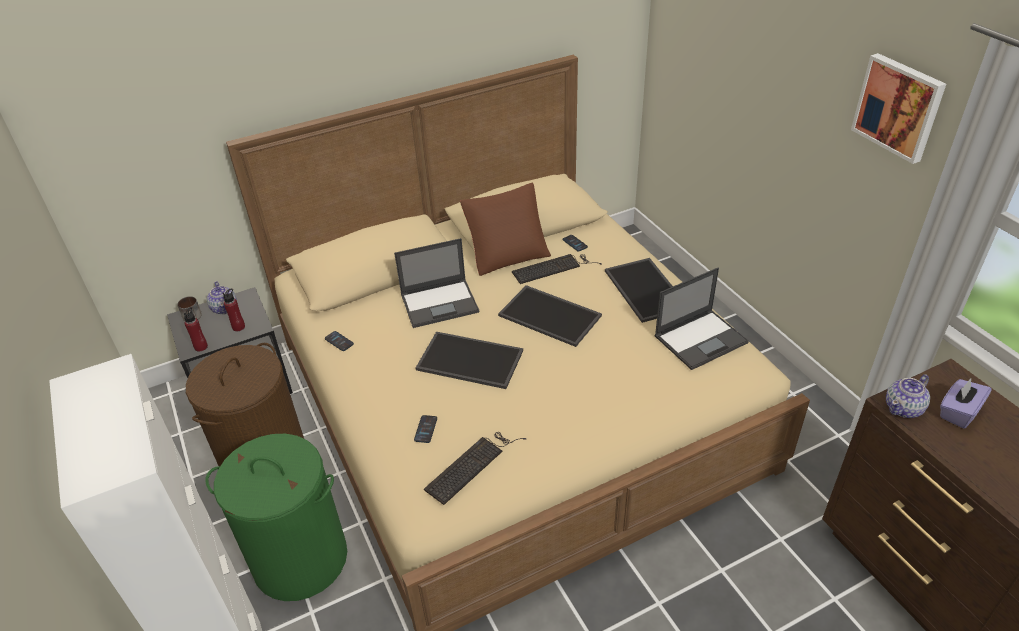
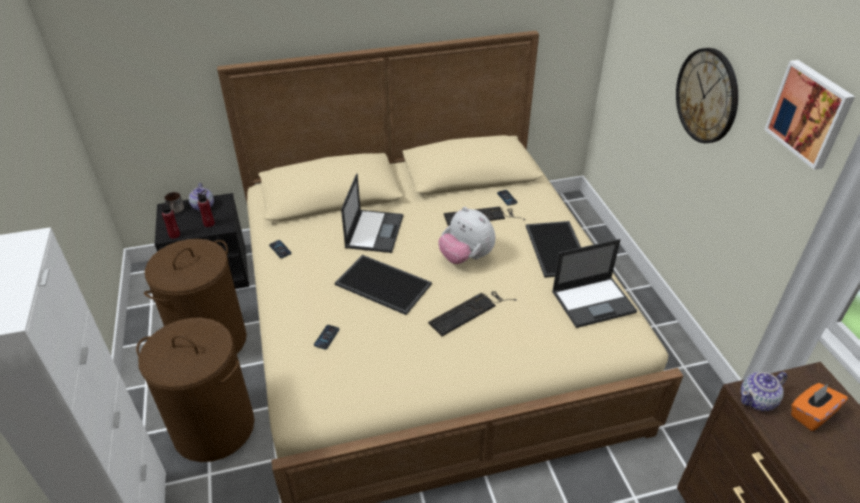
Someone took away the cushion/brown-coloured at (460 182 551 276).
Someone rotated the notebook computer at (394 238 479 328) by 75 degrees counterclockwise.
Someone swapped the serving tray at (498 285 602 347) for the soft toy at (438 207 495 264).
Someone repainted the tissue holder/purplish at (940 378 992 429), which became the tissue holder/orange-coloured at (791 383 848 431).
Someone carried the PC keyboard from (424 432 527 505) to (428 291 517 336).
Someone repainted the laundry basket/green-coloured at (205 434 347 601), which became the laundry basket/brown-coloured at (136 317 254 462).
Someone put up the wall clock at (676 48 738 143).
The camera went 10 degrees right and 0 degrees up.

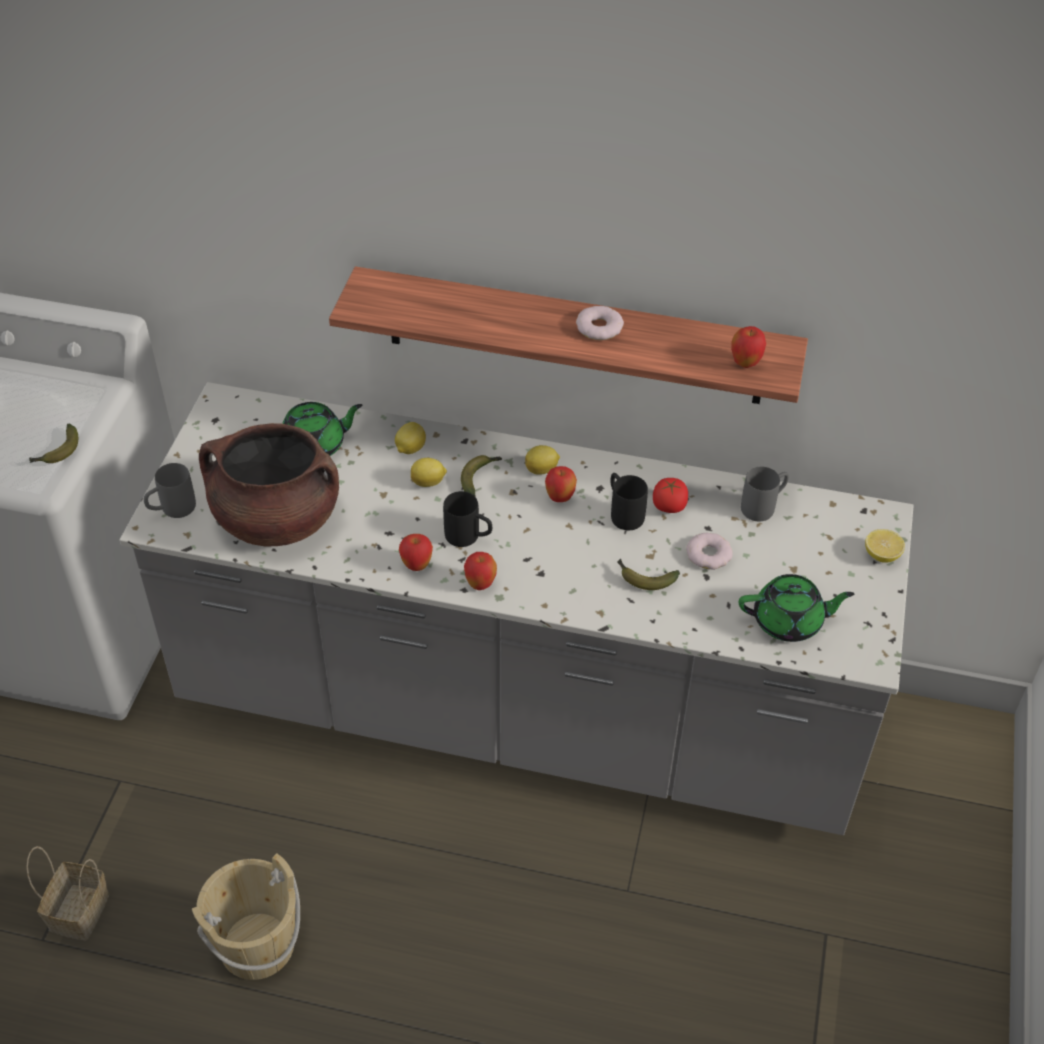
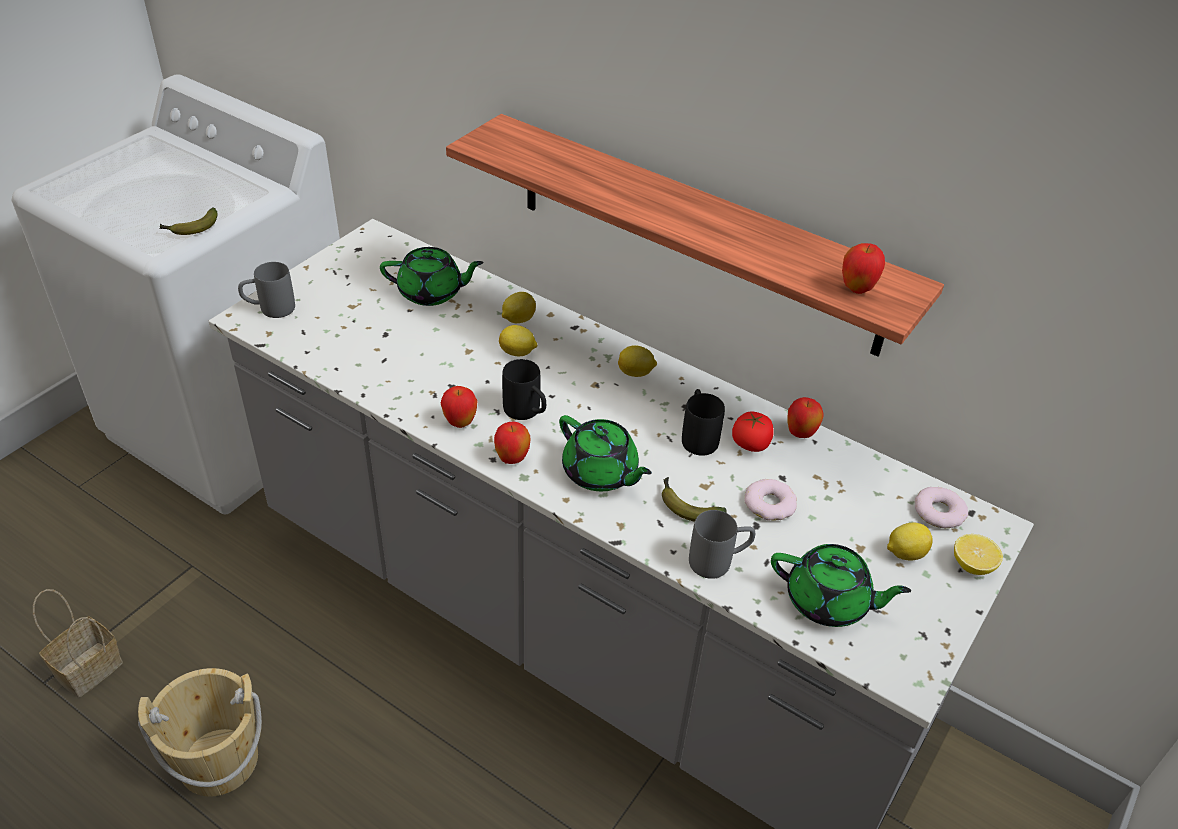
Someone carried the ring doughnut from (576 306 624 340) to (915 487 968 528).
Someone took away the saucepot/brown-coloured at (199 423 339 546).
Someone took away the banana fruit at (461 455 502 497).
Someone carried the apple from (545 466 577 502) to (787 397 823 438).
Someone carried the mug/grey from (741 467 789 521) to (689 510 756 579).
Someone put down the pot for tea/green-coloured at (559 415 652 491).
Someone put down the lemon at (887 523 933 560).
The camera went 20 degrees right and 5 degrees down.

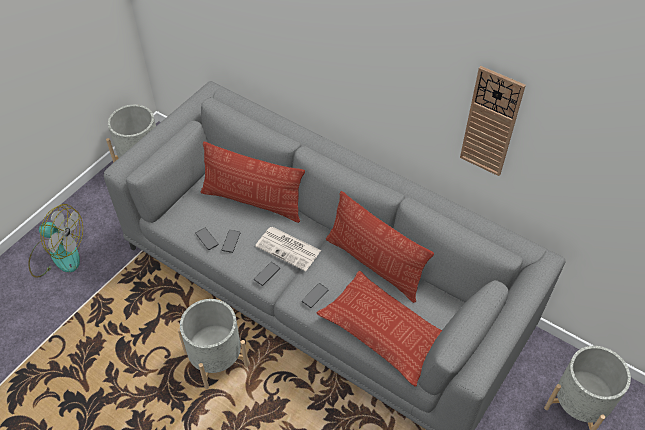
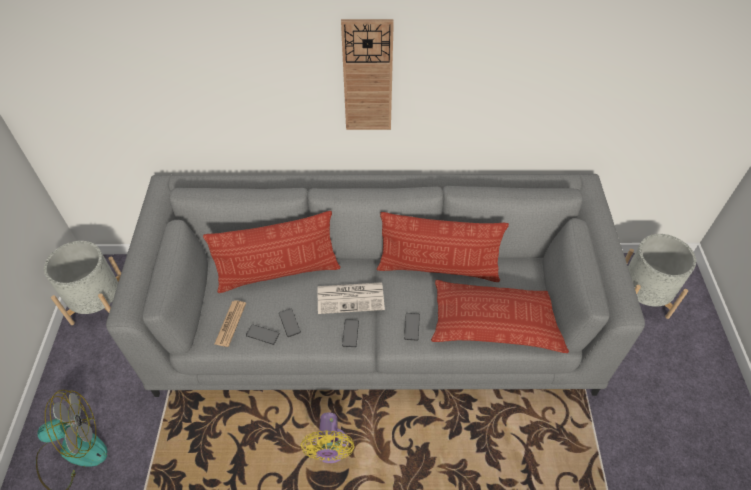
Someone carried the wall clock from (460 66 526 176) to (341 19 394 130).
Someone swapped the planter/grey at (178 299 249 389) for the cooling fan/yellow at (300 412 355 463).
Someone put down the newspaper at (214 300 246 347).
The camera went 35 degrees left and 0 degrees up.

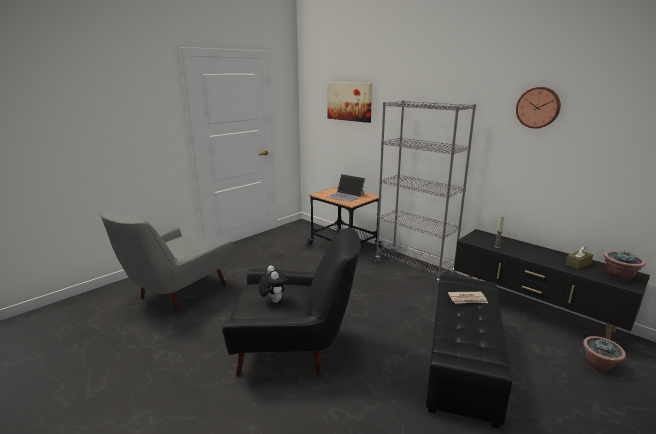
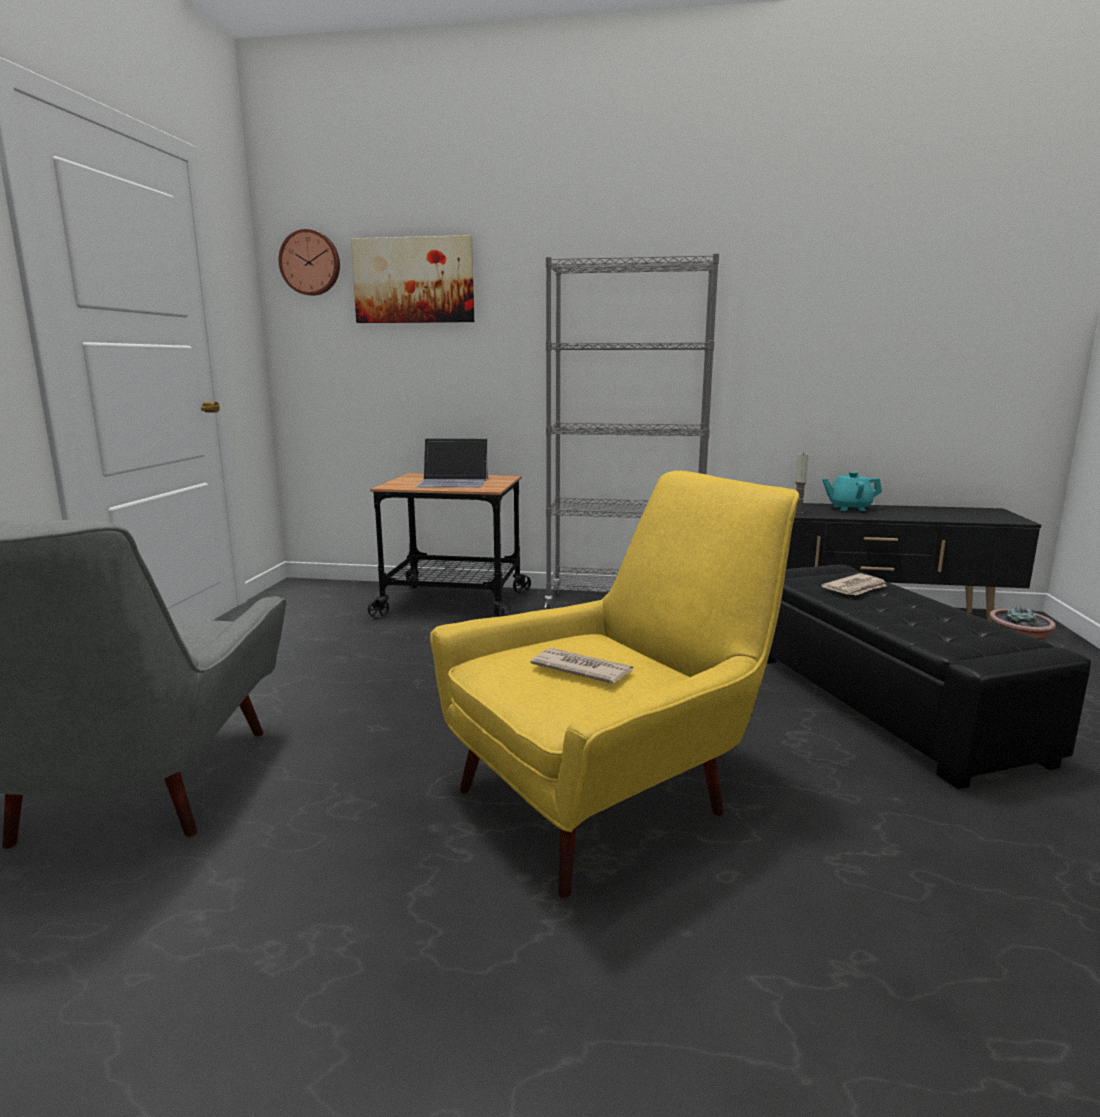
Someone carried the wall clock from (516 87 561 129) to (278 229 340 296).
Someone repainted the easy chair/blackish at (222 228 361 377), which became the easy chair/yellow at (430 471 800 899).
Someone took away the tissue holder/brown-coloured at (565 246 593 269).
Someone took away the plant in a pot at (604 250 646 281).
Someone swapped the soft toy at (259 265 287 303) for the newspaper at (530 648 633 684).
Someone put down the pot for tea/turquoise-coloured at (822 472 882 511).
The camera went 35 degrees left and 5 degrees down.

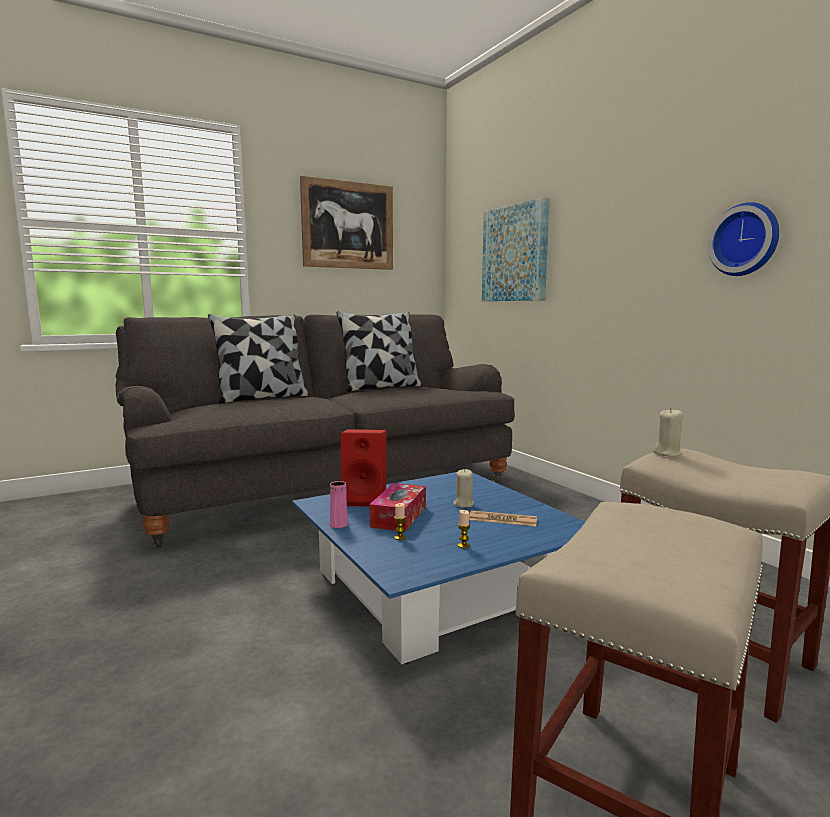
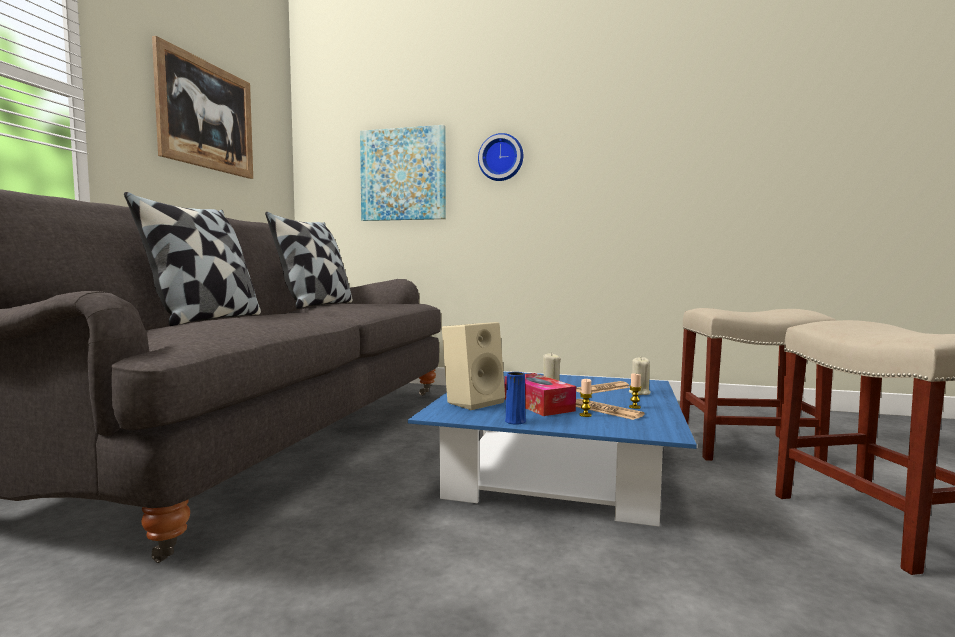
Someone carried the wall clock from (708 202 779 276) to (478 133 523 181).
Someone carried the candle/sand-coloured from (652 408 683 456) to (629 357 651 395).
Someone repainted the speaker/red-coloured at (341 429 387 507), which became the speaker/sand-coloured at (442 322 505 410).
Someone repainted the decorative vase/pink-coloured at (330 481 348 528), which became the decorative vase/bluish at (505 372 526 425).
Someone put down the newspaper at (576 399 645 420).
The camera went 45 degrees left and 5 degrees down.

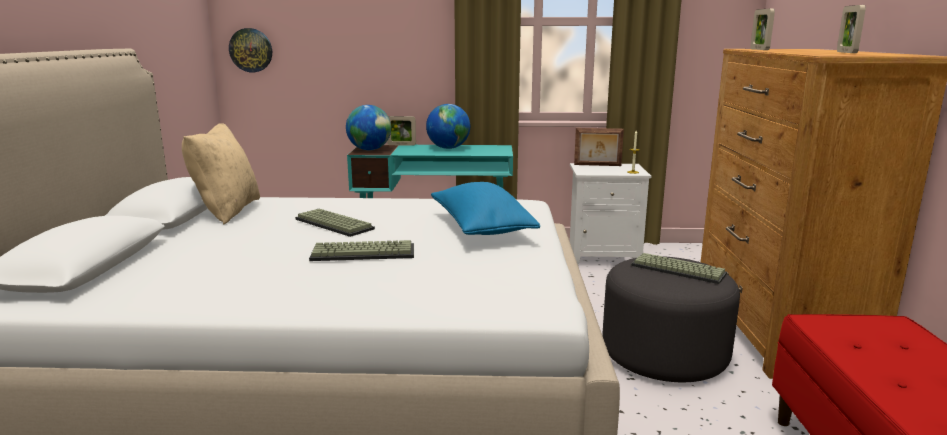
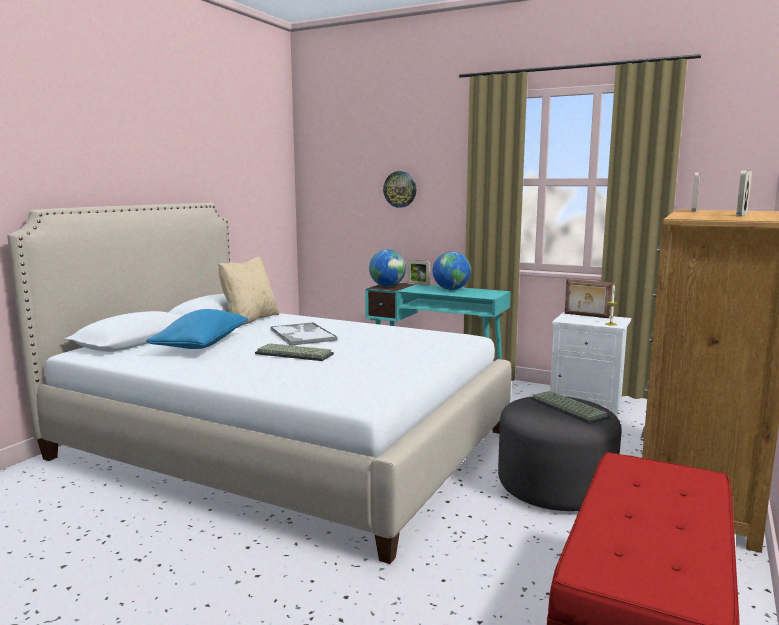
Someone carried the wall clock from (229 28 272 72) to (383 171 416 208).
Someone carried the cushion/bluish from (431 182 540 235) to (146 309 248 349).
Someone swapped the PC keyboard at (295 209 375 237) for the serving tray at (270 322 338 345).
The camera went 25 degrees right and 5 degrees down.

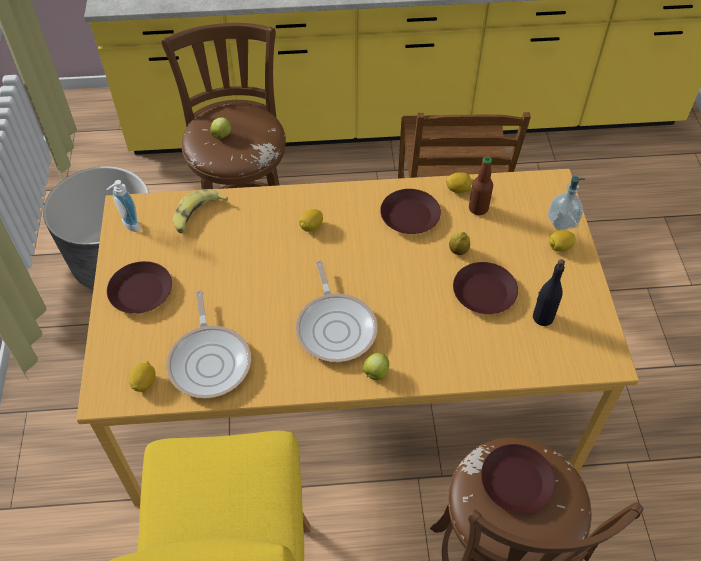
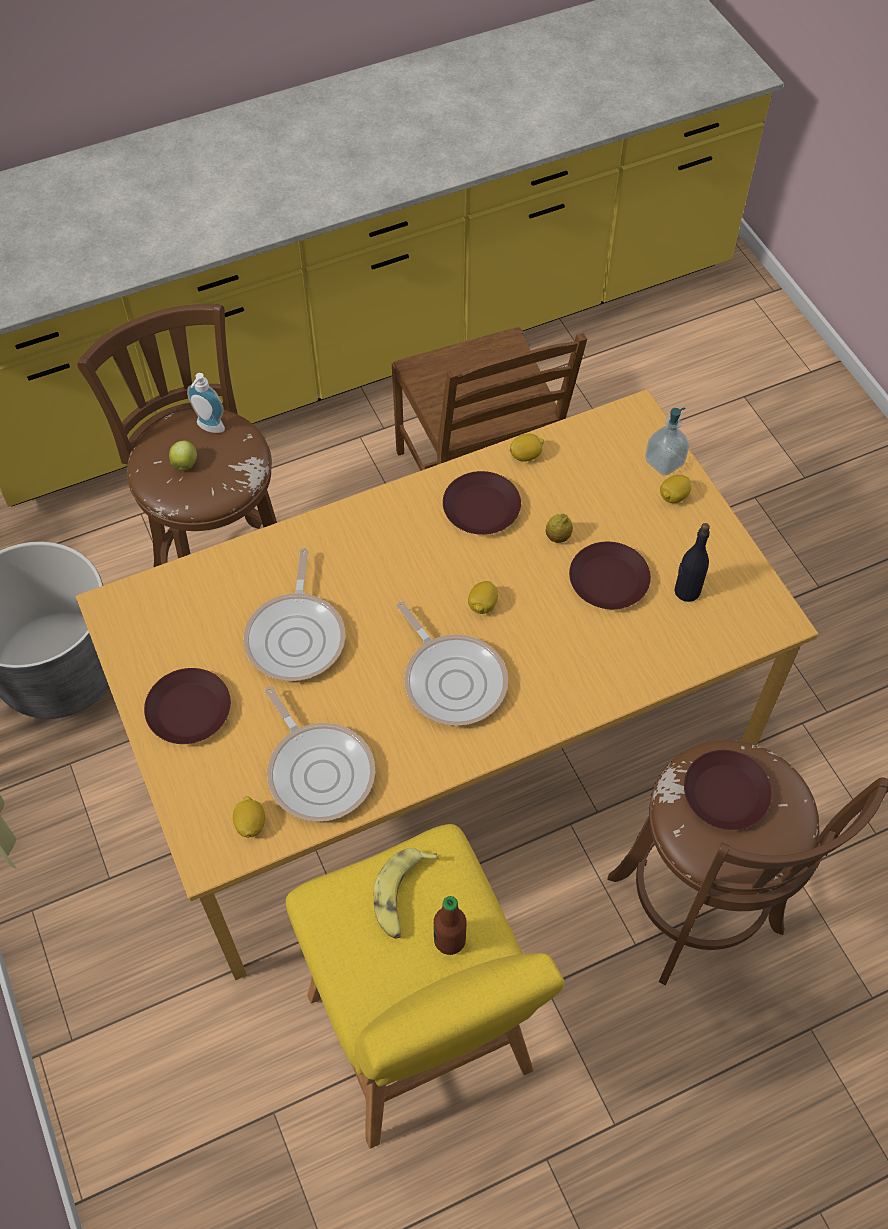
Someone carried the beverage bottle from (469 157 493 215) to (434 896 467 955).
Someone carried the liquid soap bottle from (106 180 141 232) to (187 373 225 433).
Someone carried the banana fruit from (173 189 228 233) to (374 848 439 939).
Someone carried the lemon from (299 209 323 232) to (468 581 498 614).
Someone took away the apple at (363 352 389 380).
Someone put down the pan at (243 548 345 681).
The camera went 20 degrees left and 5 degrees up.

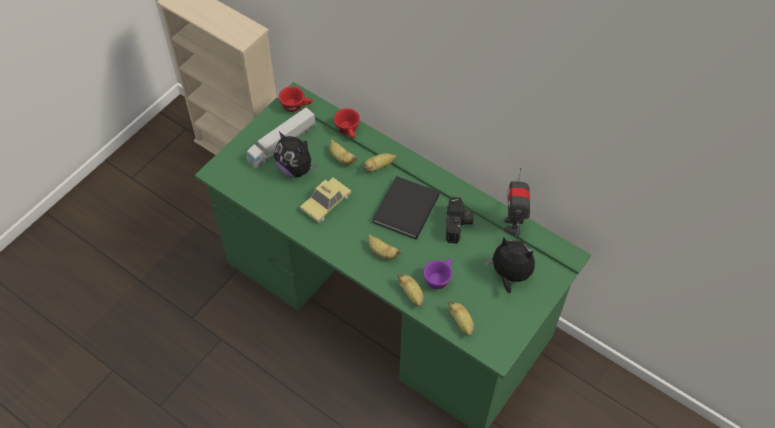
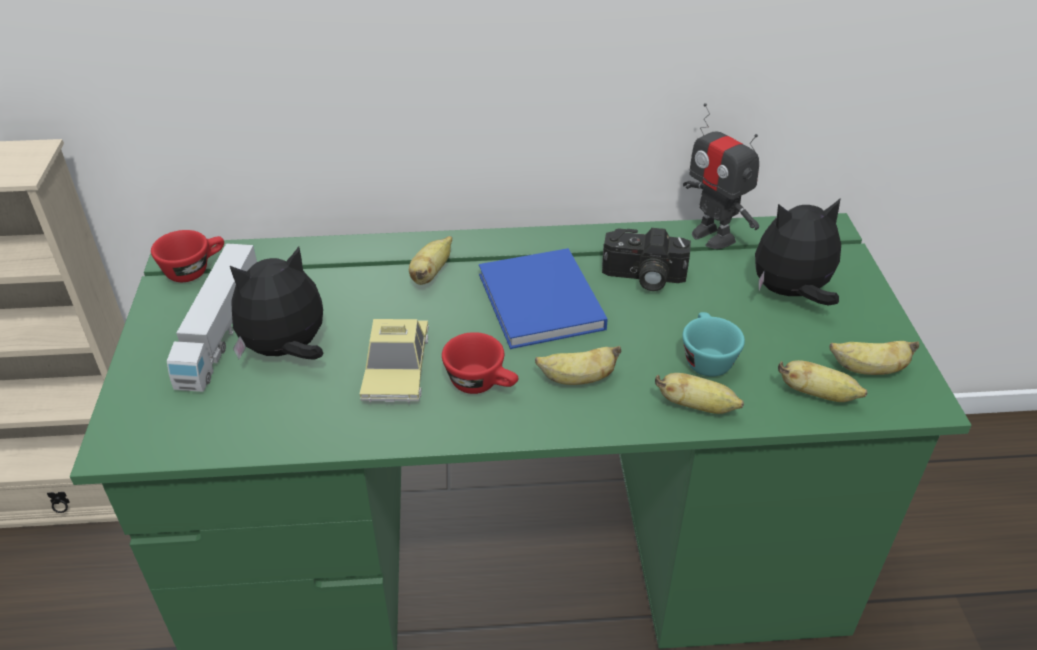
Someone carried the drinking cup/red-coloured from (334 108 360 138) to (442 332 518 394).
Someone rotated the soft toy at (274 132 318 177) by 150 degrees clockwise.
Someone carried the banana fruit from (330 140 357 165) to (829 341 919 375).
Someone repainted the volume/blackish at (373 176 439 240), which became the volume/bluish at (479 248 608 349).
Someone rotated the photo camera at (446 197 474 244) by 135 degrees clockwise.
Someone repainted the drinking cup/purplish at (423 259 452 289), which became the drinking cup/turquoise-coloured at (682 312 745 377).
The camera went 40 degrees left and 15 degrees down.

